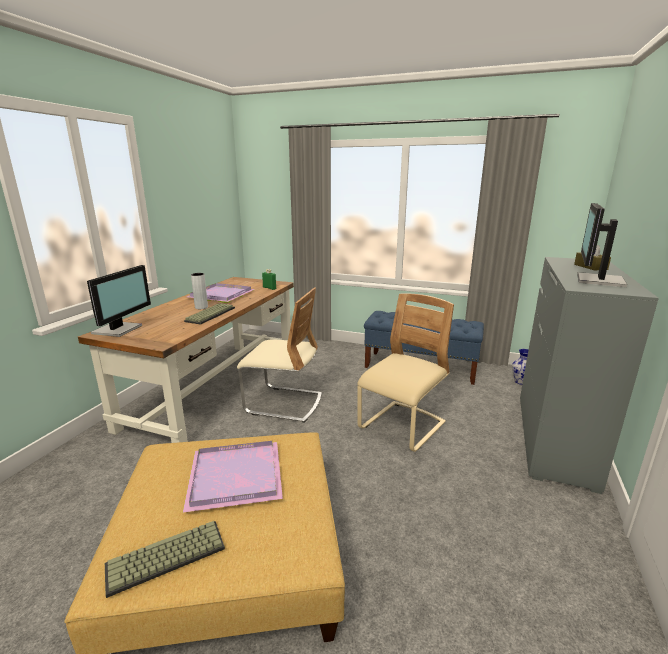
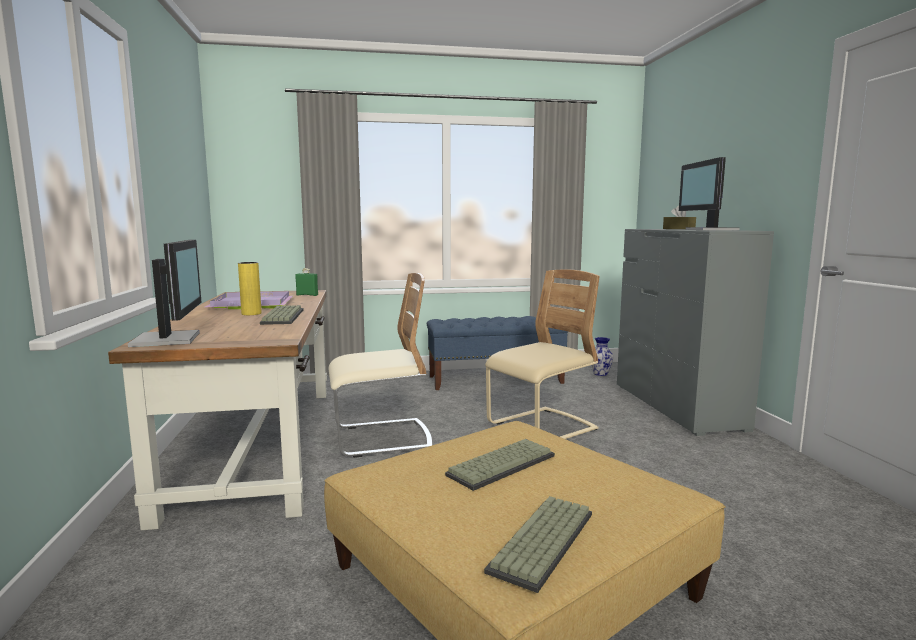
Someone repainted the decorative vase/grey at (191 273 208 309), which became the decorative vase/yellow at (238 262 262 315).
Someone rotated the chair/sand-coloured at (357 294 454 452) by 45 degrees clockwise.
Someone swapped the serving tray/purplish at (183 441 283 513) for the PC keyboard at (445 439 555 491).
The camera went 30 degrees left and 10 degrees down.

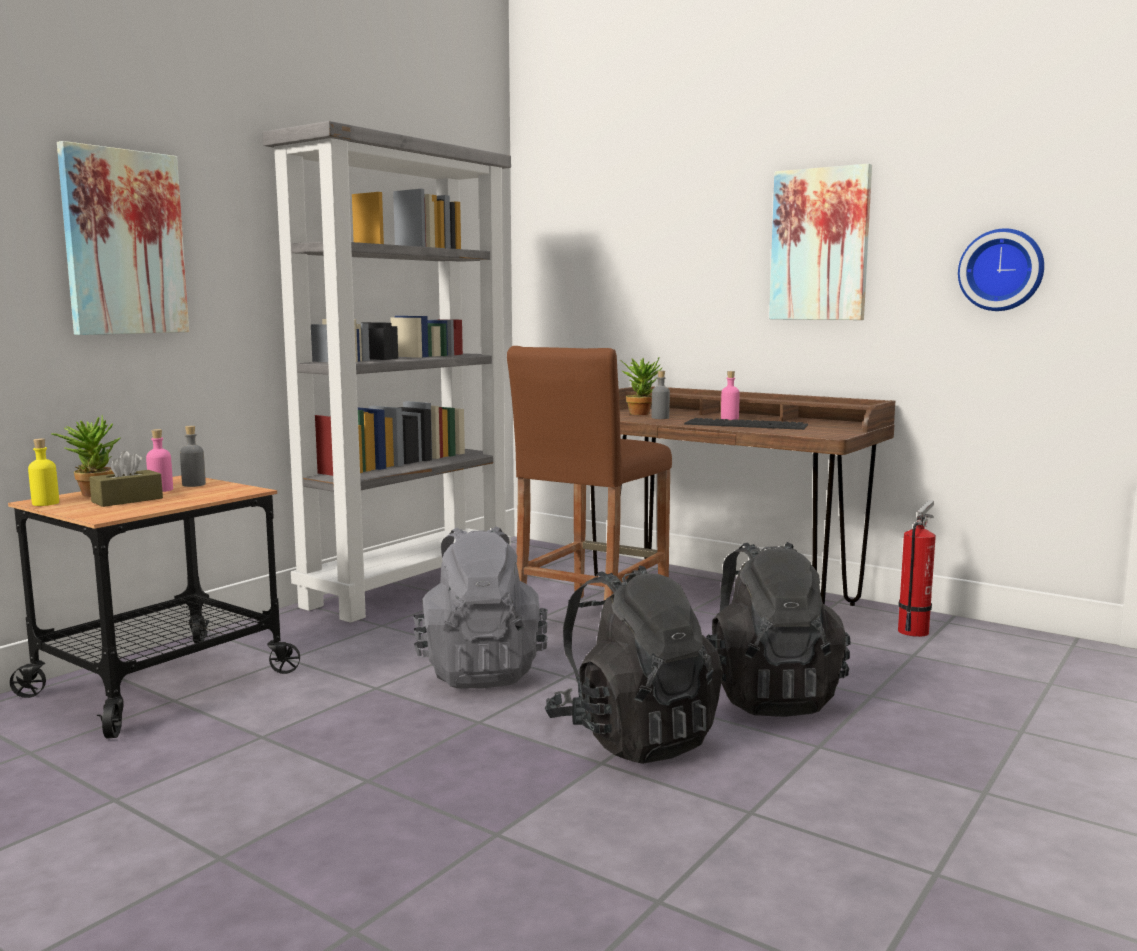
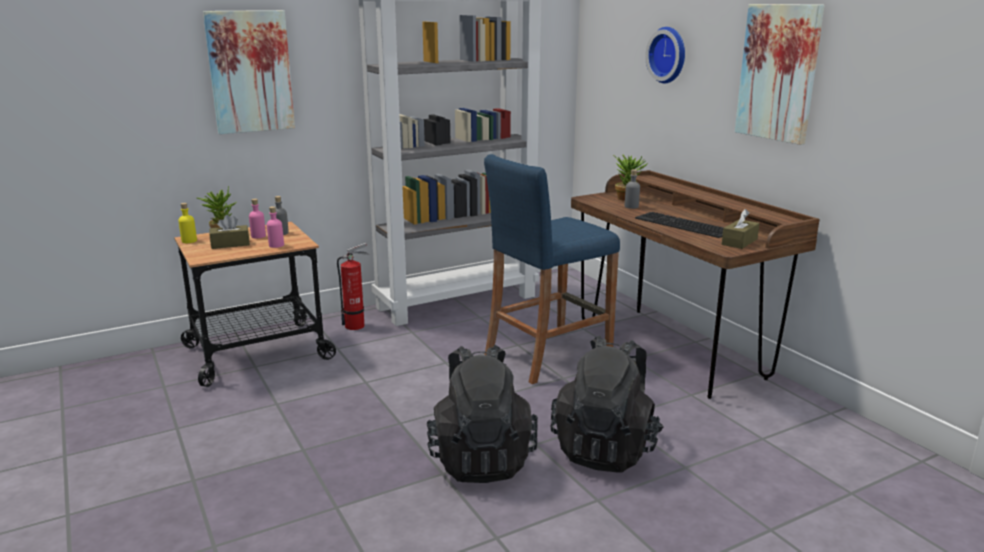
Someone carried the wall clock from (958 228 1044 311) to (645 27 685 83).
Someone repainted the stool/brown-coloured at (507 346 672 605), which became the stool/bluish at (484 154 620 384).
Someone carried the beverage bottle/pink-coloured from (721 371 740 420) to (267 206 284 248).
Someone carried the fire-fighting cylinder from (898 500 936 637) to (337 243 369 330).
Someone took away the backpack/grey at (413 526 548 688).
Someone put down the tissue holder/brown-coloured at (722 209 760 249).
The camera went 25 degrees right and 10 degrees up.

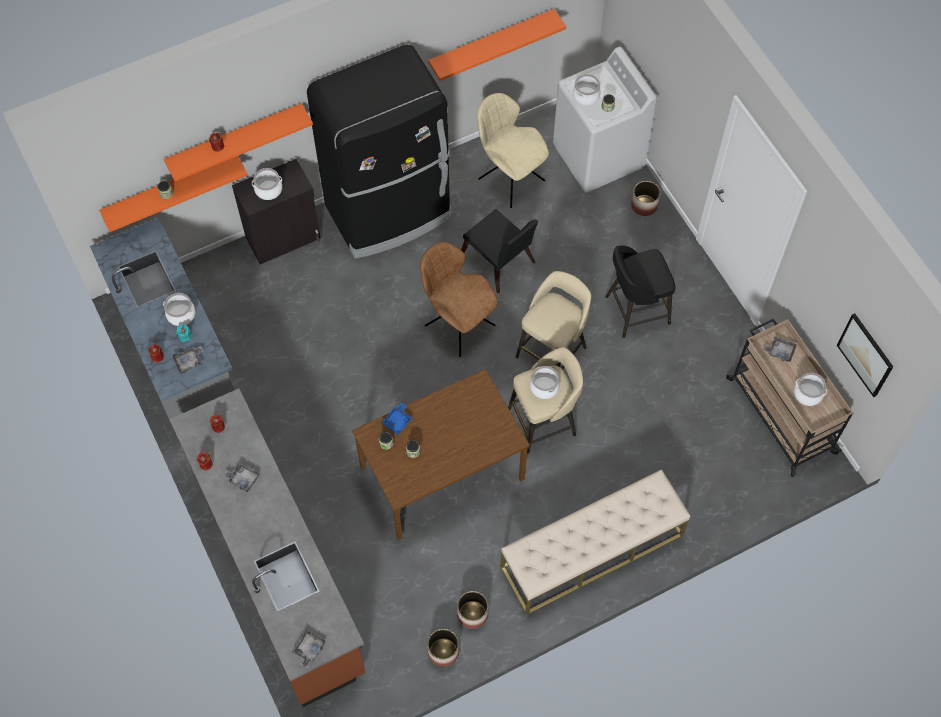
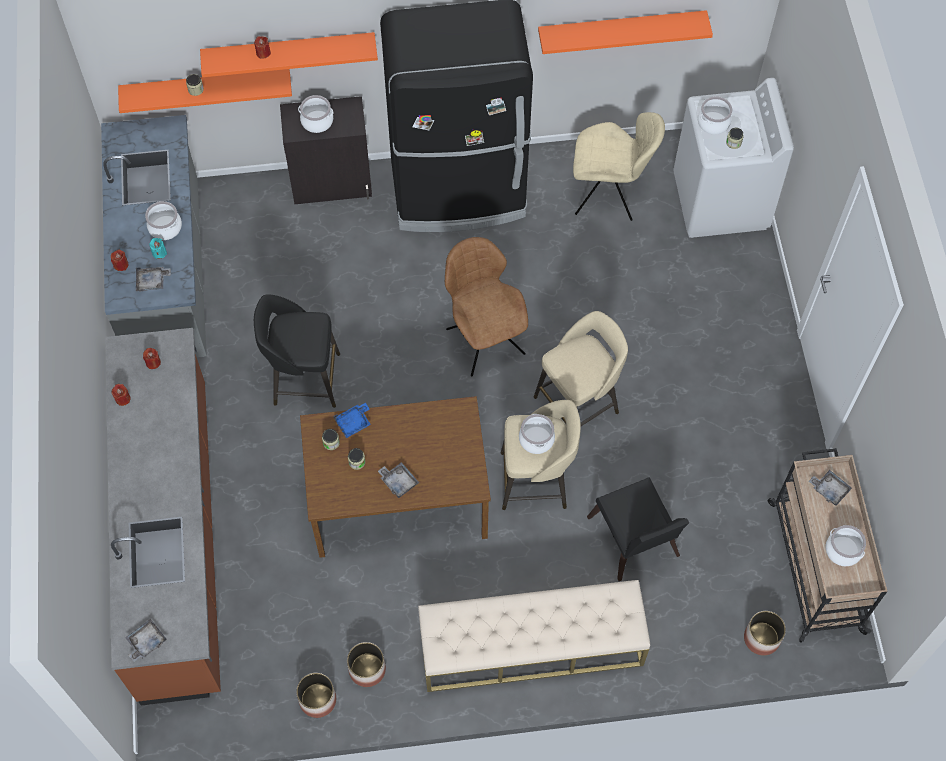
Someone rotated the chair/sand-coloured at (477 93 549 208) by 120 degrees clockwise.
Someone carried the planter from (631 181 660 216) to (744 611 786 656).
Someone carried the chair/blackish from (461 209 539 294) to (587 477 689 581).
Someone carried the stool/blackish from (605 245 675 338) to (254 294 340 408).
Someone took away the wall picture at (837 313 893 397).
Someone carried the serving tray/grey from (223 462 260 492) to (378 462 419 498).
The camera went 20 degrees right and 0 degrees up.

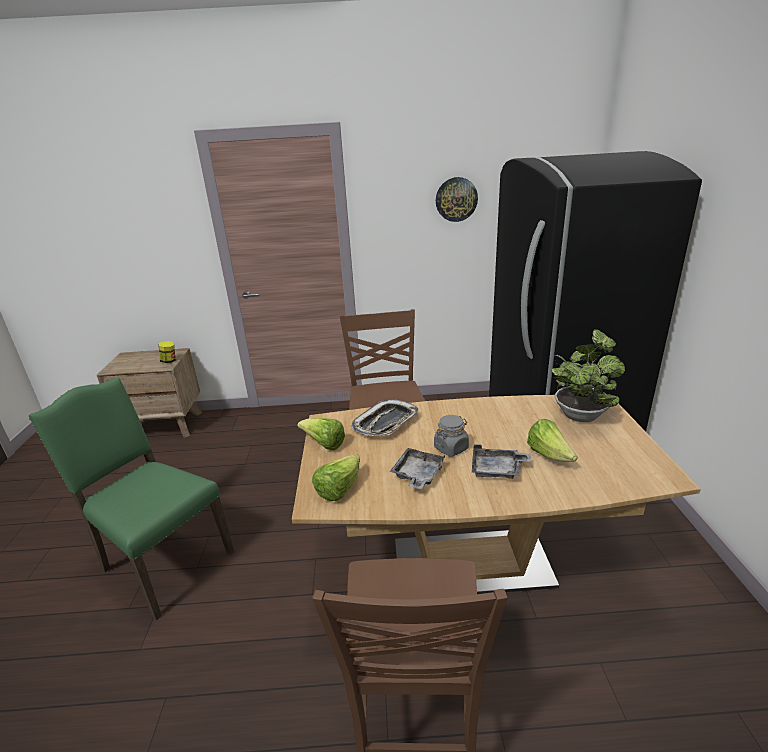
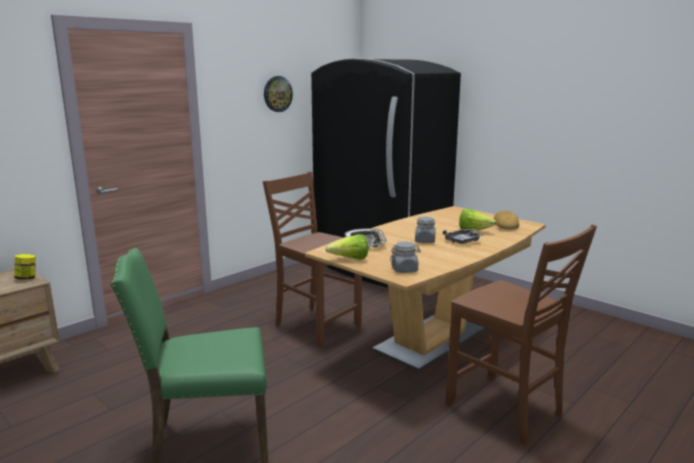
Someone took away the plant in a pot at (551 329 625 422).
Someone took away the serving tray/grey at (390 448 445 489).
Someone swapped the head of lettuce at (312 454 360 501) for the jar/grey at (390 241 421 273).
Someone put down the baked bread at (494 211 519 230).
The camera went 45 degrees left and 10 degrees down.

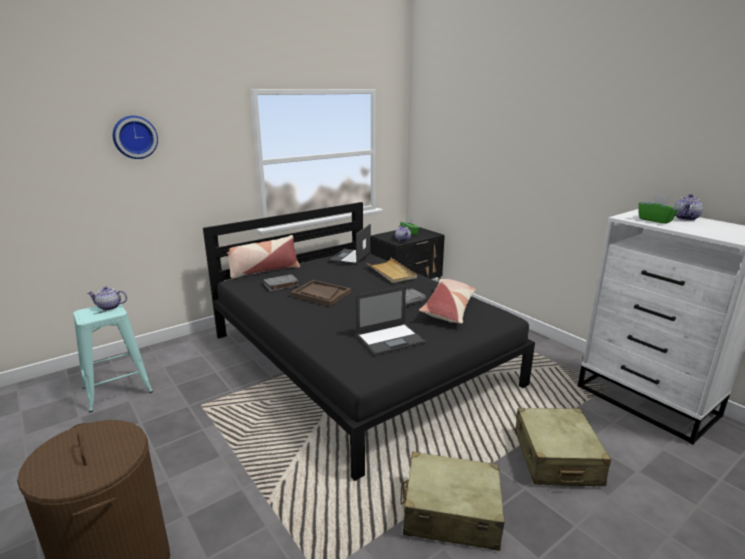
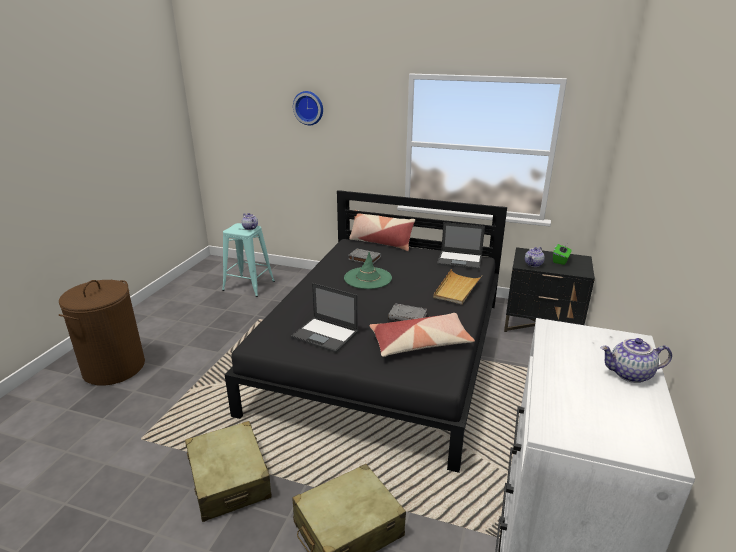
Someone took away the tissue holder/green-coloured at (638 194 679 224).
Someone rotated the notebook computer at (329 224 371 265) by 150 degrees counterclockwise.
Someone swapped the serving tray/brown-coloured at (291 280 351 306) for the wearable hat/green-coloured at (344 252 392 289).
The camera went 55 degrees right and 5 degrees up.

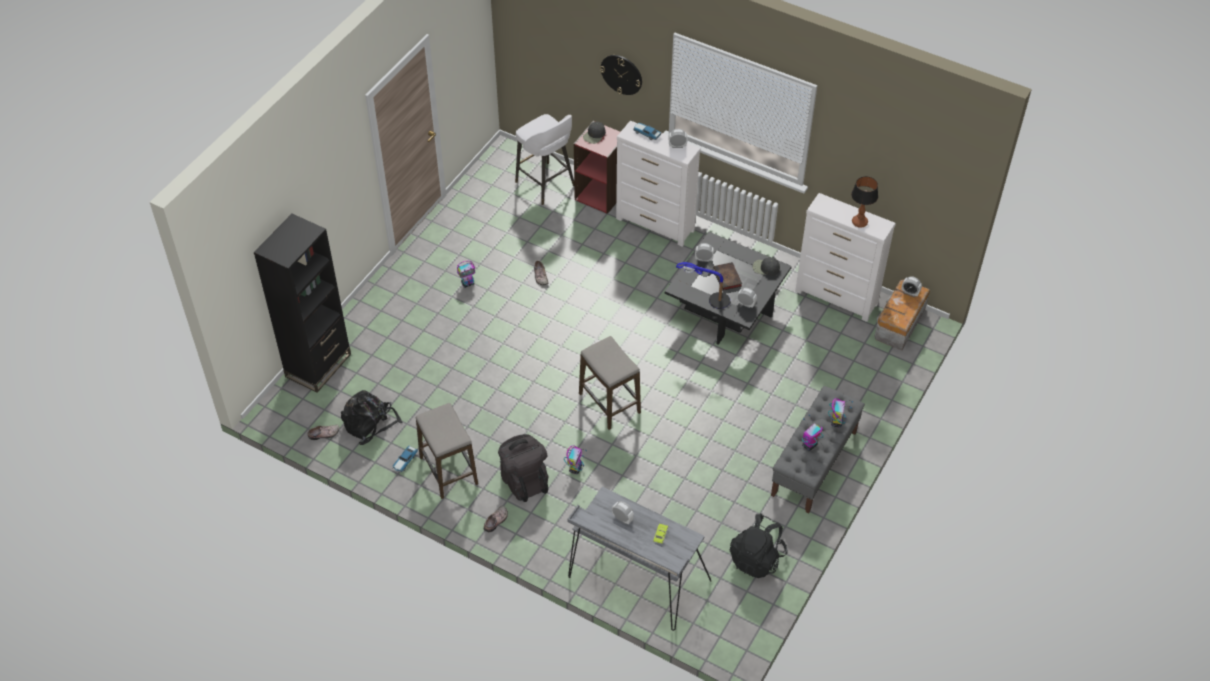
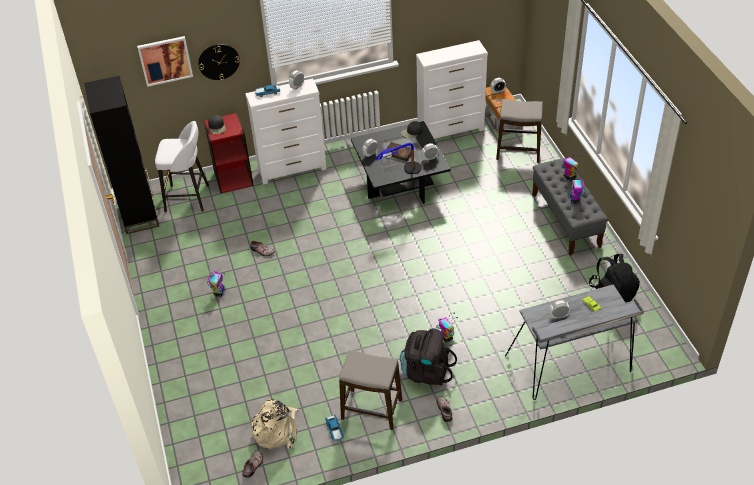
Someone took away the table lamp at (851 176 878 228).
Someone carried the bookcase/blackish from (254 214 351 393) to (84 76 159 234).
Someone carried the stool from (579 336 641 430) to (496 99 543 163).
Someone repainted the backpack/blackish at (341 390 403 445), which became the backpack/sand-coloured at (249 399 299 449).
Someone put up the wall picture at (137 36 193 87).
The camera went 45 degrees left and 5 degrees down.

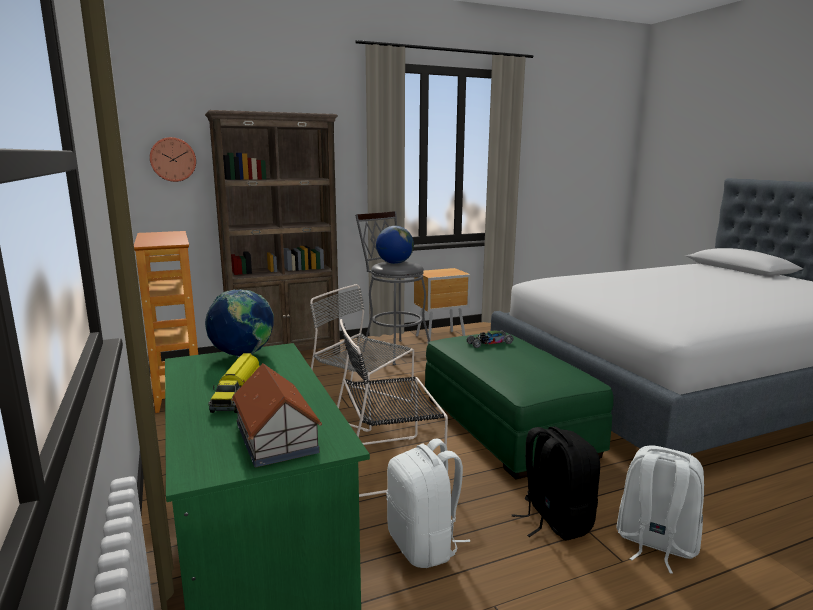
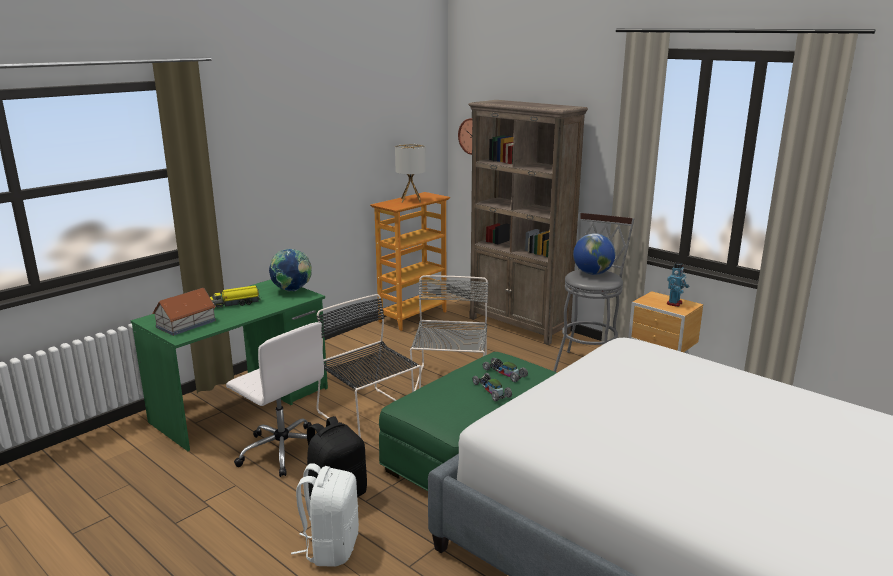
Someone swapped the backpack/whitish at (387 439 470 568) for the desk chair/whitish at (226 322 324 477).
Someone put down the table lamp at (395 144 426 203).
Someone put down the robot figure at (667 262 689 307).
Someone put down the toy car at (472 373 512 401).
The camera went 65 degrees right and 5 degrees up.

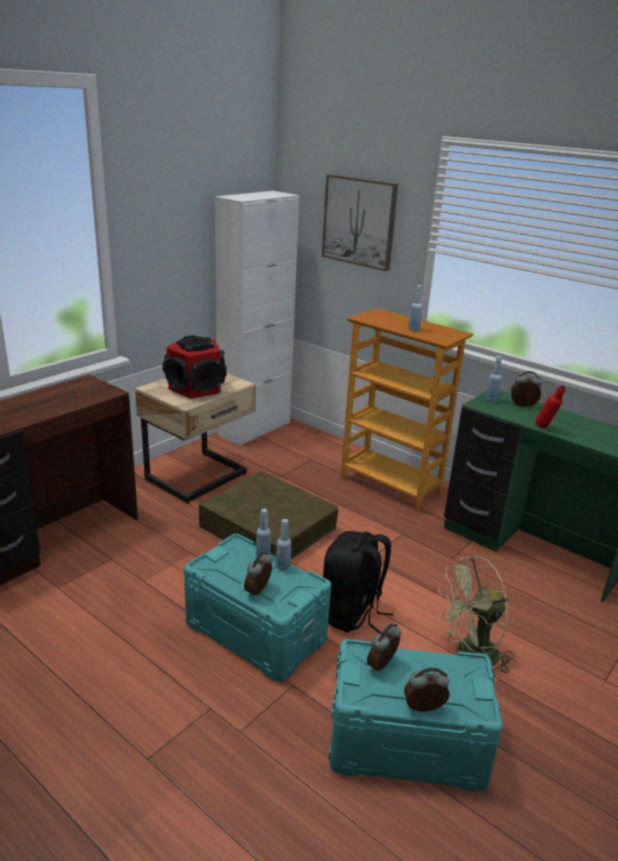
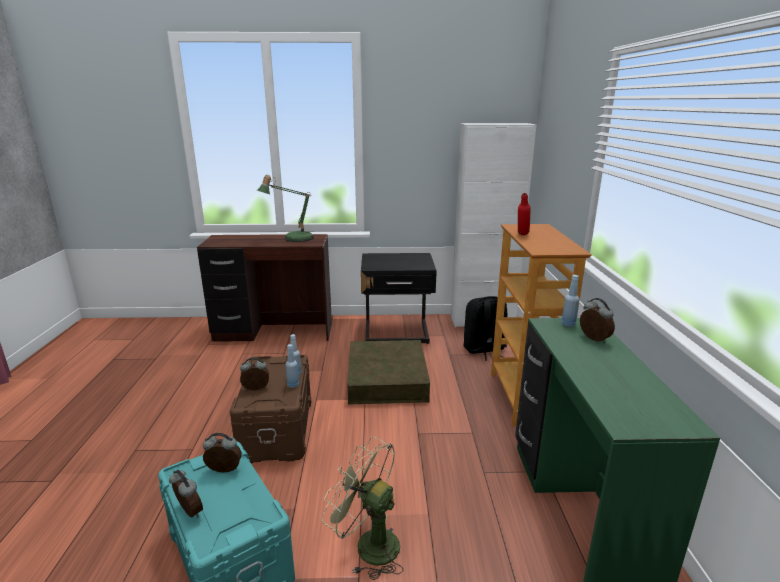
Someone took away the wall picture at (322 174 398 271).
Someone took away the beverage bottle/bluish at (408 285 423 331).
Someone took away the speaker at (162 335 226 399).
Someone repainted the nightstand/sand-coloured at (135 373 256 503), which became the nightstand/blackish at (361 253 437 344).
Someone carried the beverage bottle/red-coloured from (536 385 566 428) to (518 193 531 235).
Someone carried the backpack/blackish from (323 531 393 634) to (464 296 507 361).
Someone repainted the storage bin/turquoise-coloured at (184 534 331 682), which became the storage bin/brown-coloured at (230 355 311 463).
Someone put down the table lamp at (257 175 314 242).
The camera went 50 degrees right and 5 degrees down.

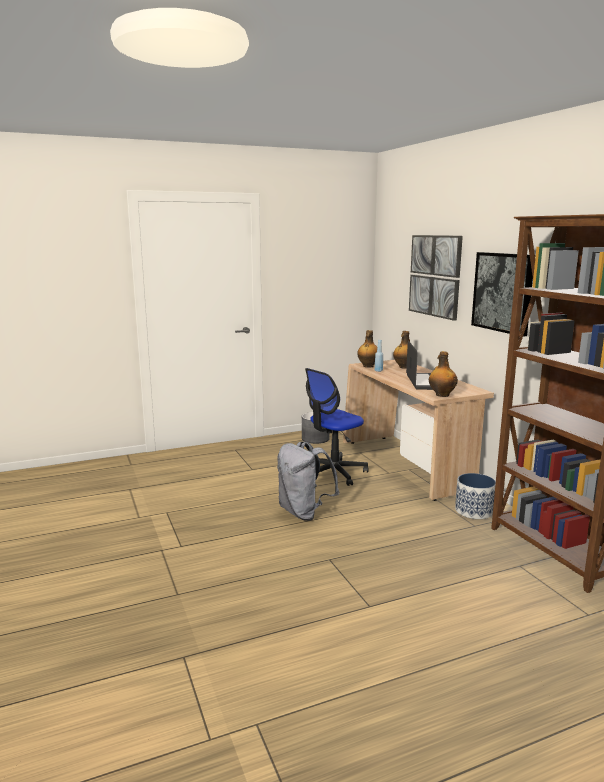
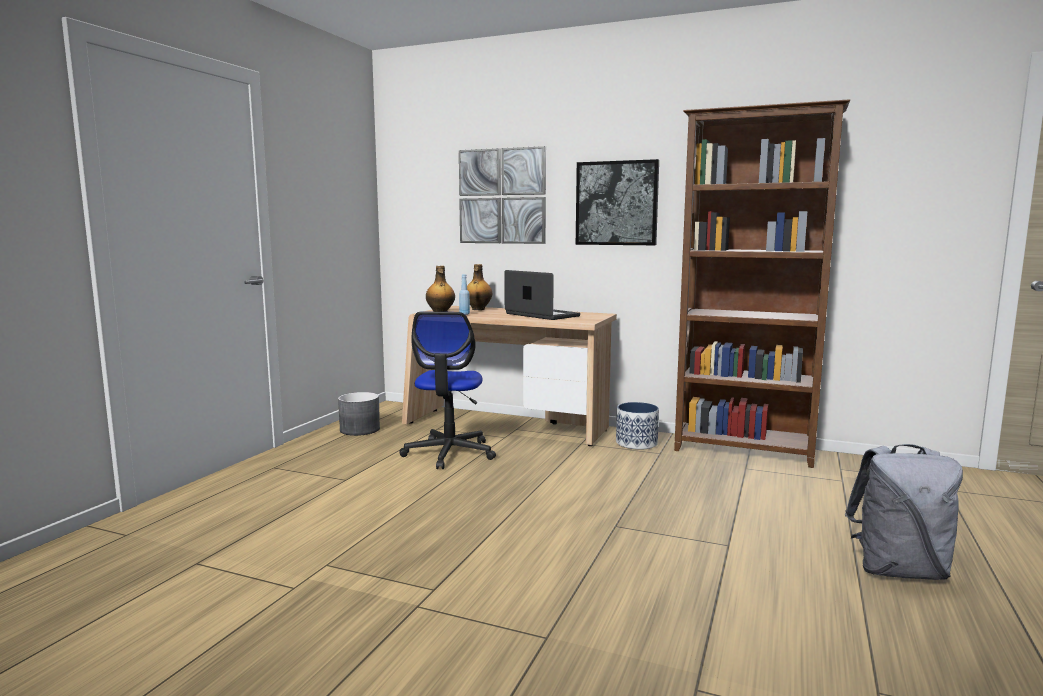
Someone took away the beverage bottle at (429 351 458 397).
Someone carried the backpack/grey from (277 442 339 521) to (844 444 963 580).
The camera went 45 degrees left and 5 degrees down.

